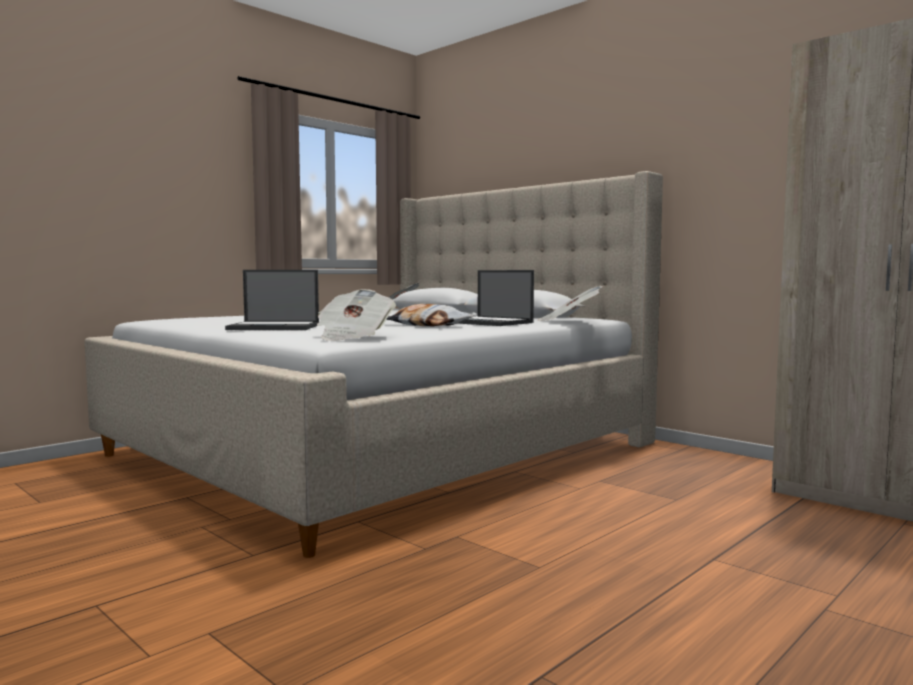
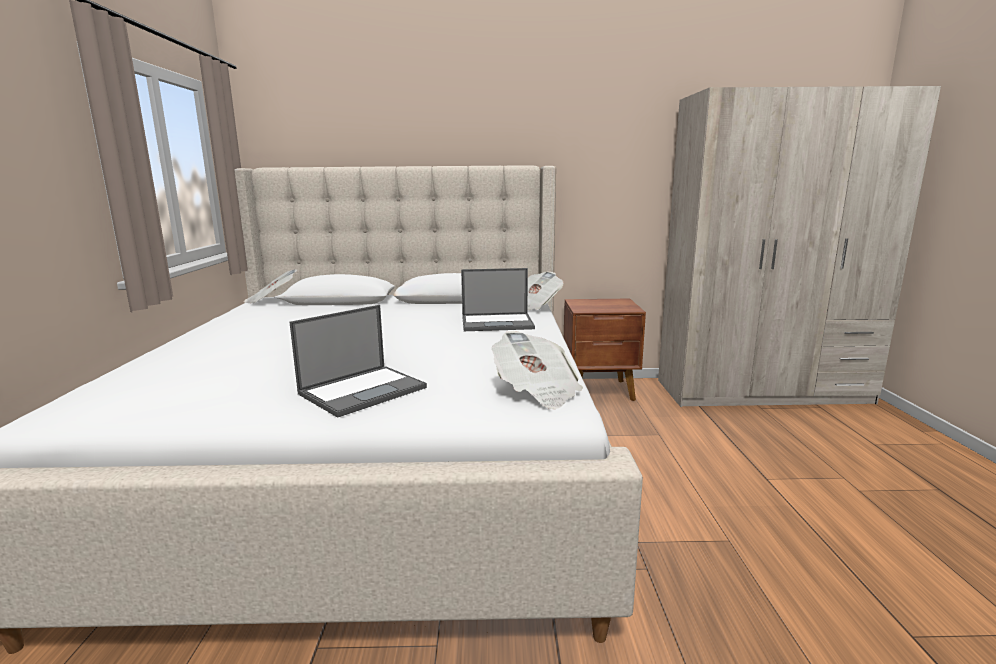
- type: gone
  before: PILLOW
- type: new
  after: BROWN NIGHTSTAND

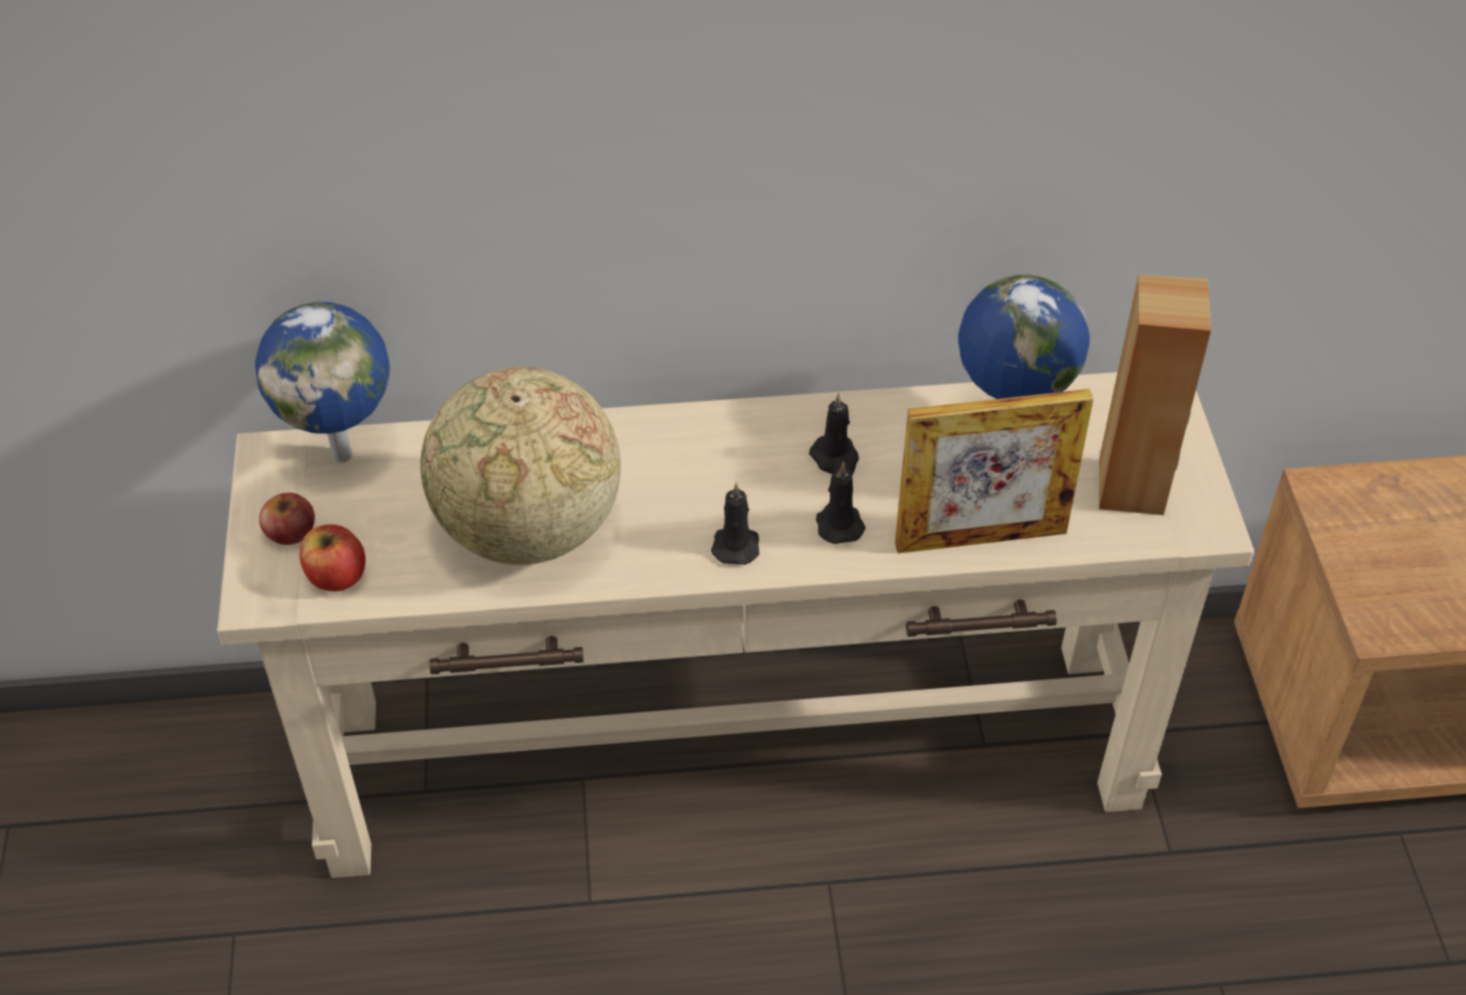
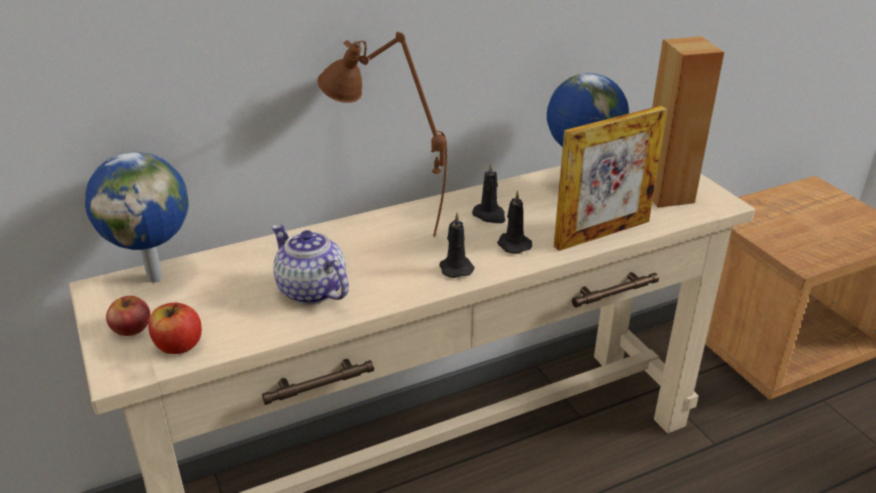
- type: new
  after: BROWN TABLE LAMP
- type: swapped
  before: GLOBE (no. 2 from left)
  after: TEAPOT

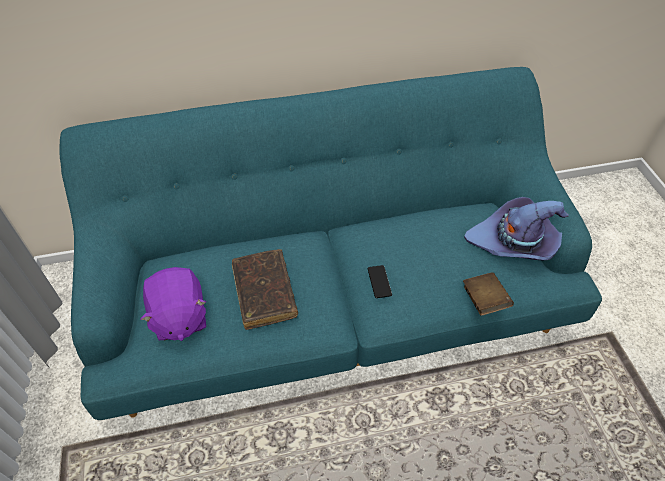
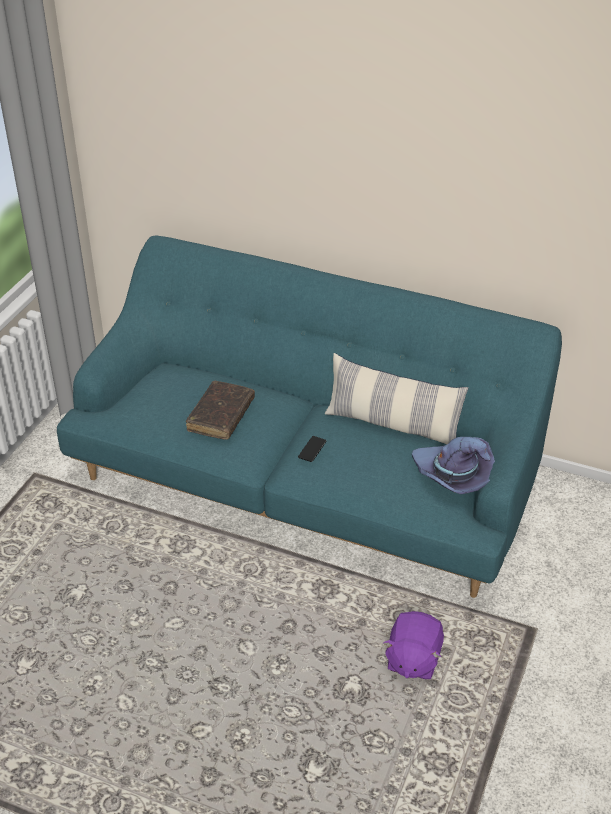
- type: gone
  before: BROWN BOOK (no. 2 from left)
- type: new
  after: PILLOW
- type: shifted
  before: PURPLE PLUSH TOY

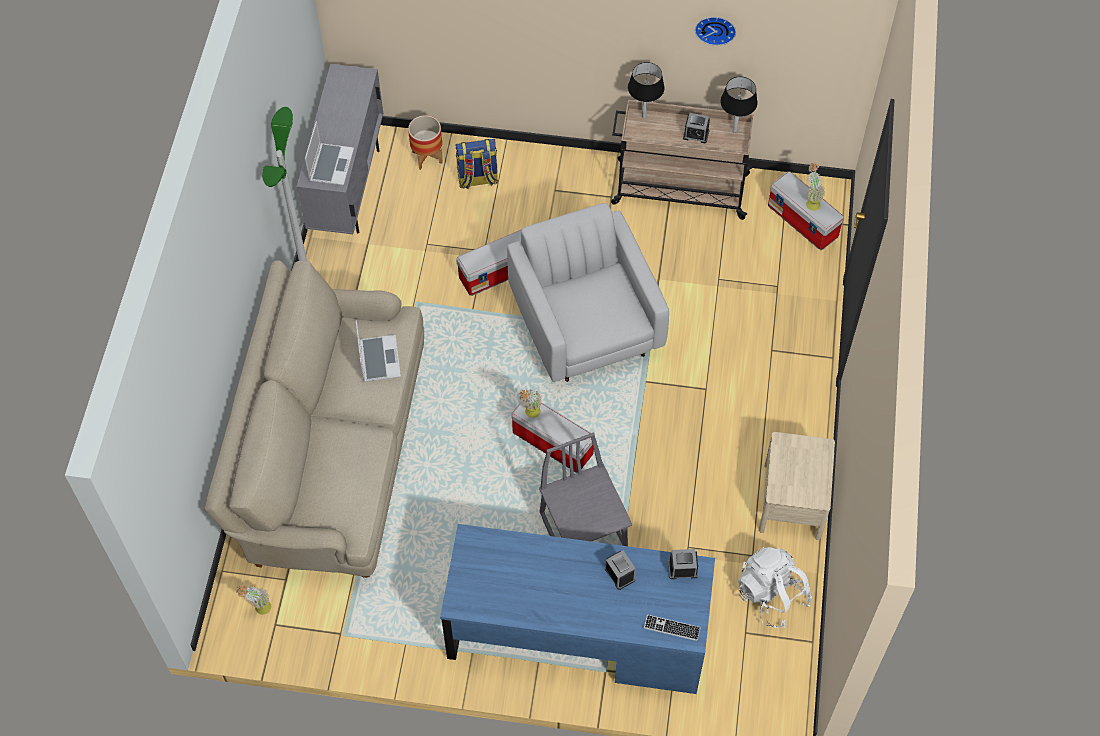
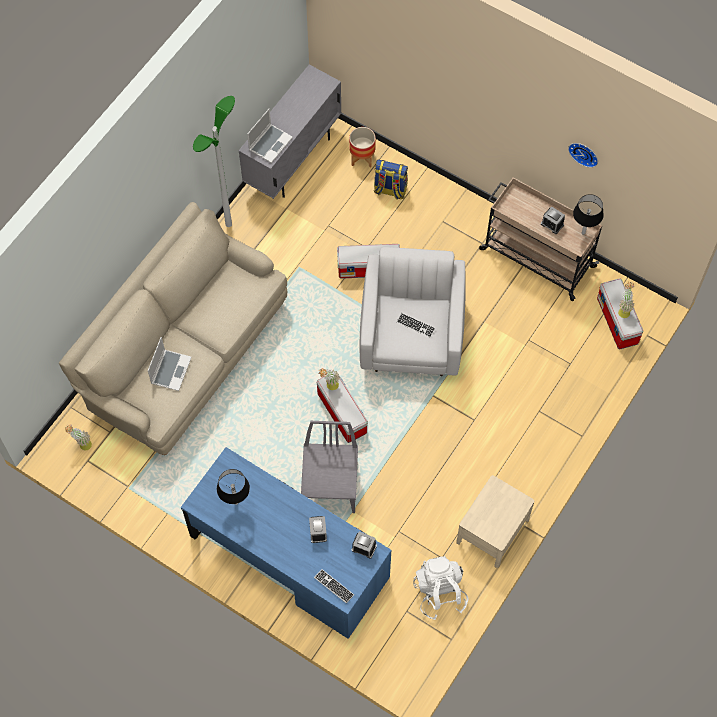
- type: new
  after: KEYBOARD (no. 2 from left)
- type: shifted
  before: LAPTOP (no. 2 from left in the first image)
  after: LAPTOP (no. 1 from left)
- type: shifted
  before: BLACK TABLE LAMP (no. 1 from left)

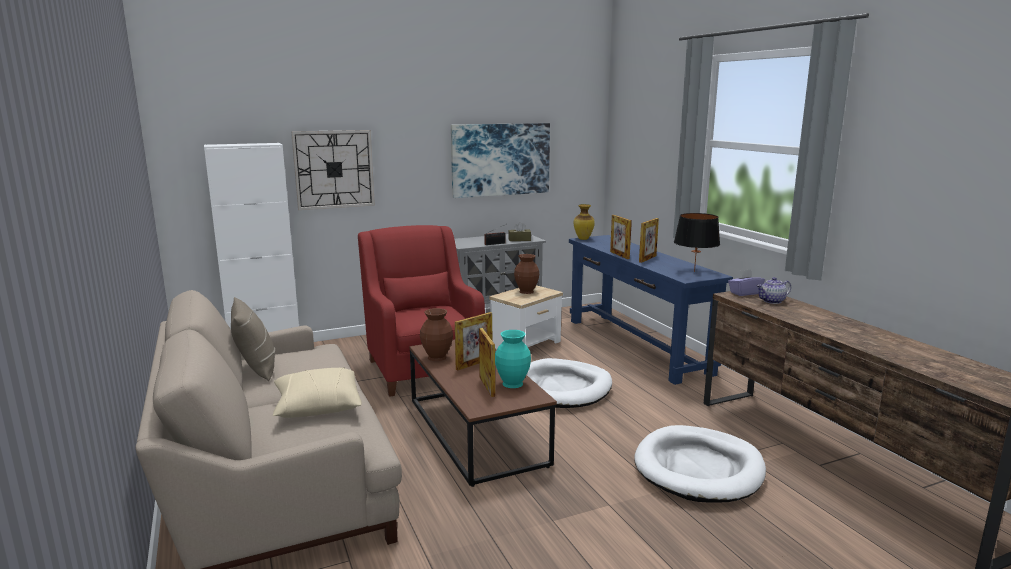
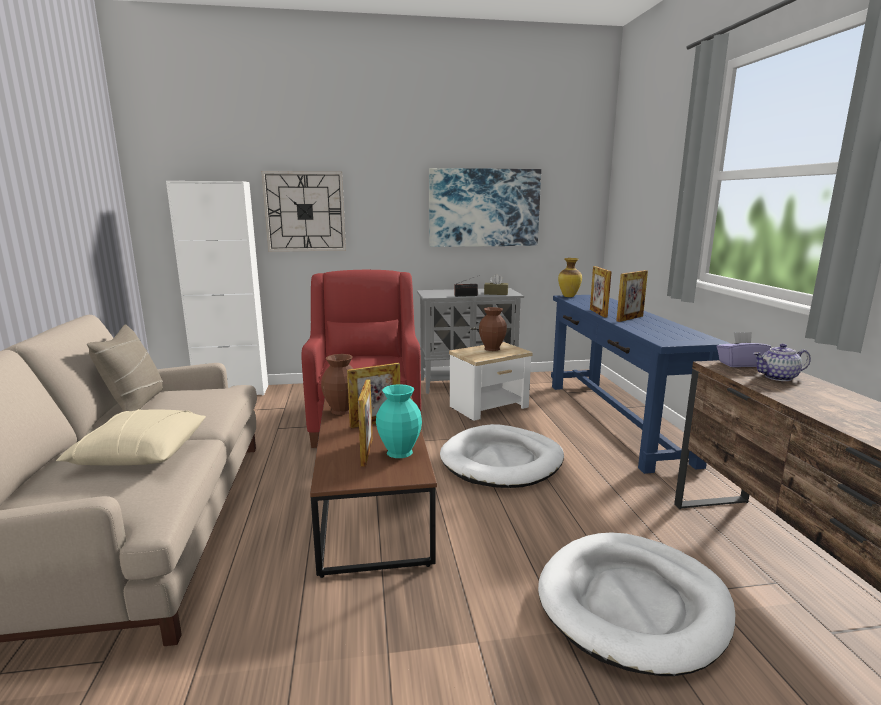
- type: gone
  before: BLACK TABLE LAMP

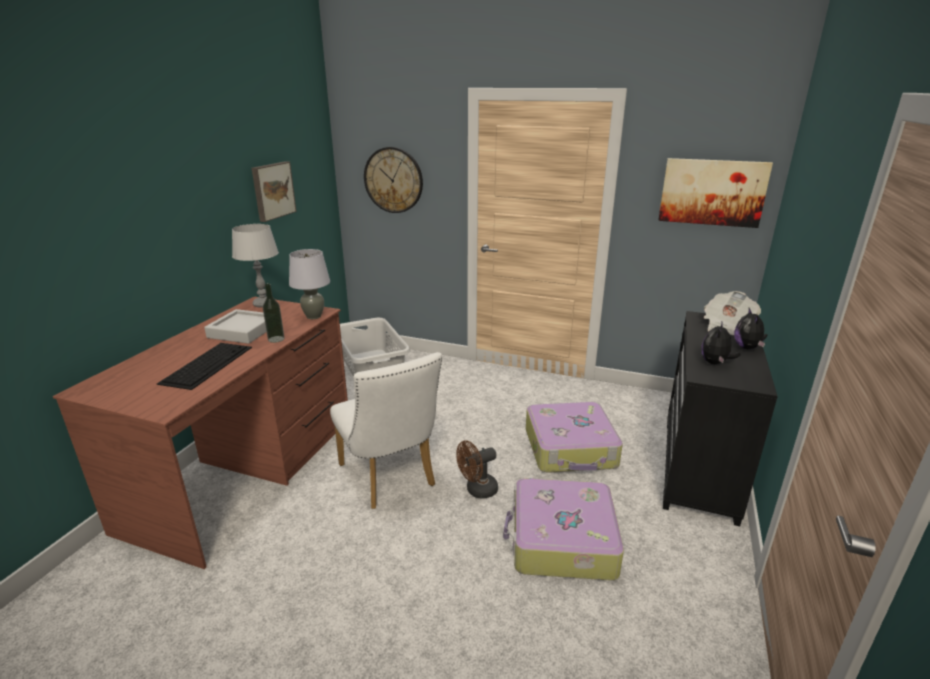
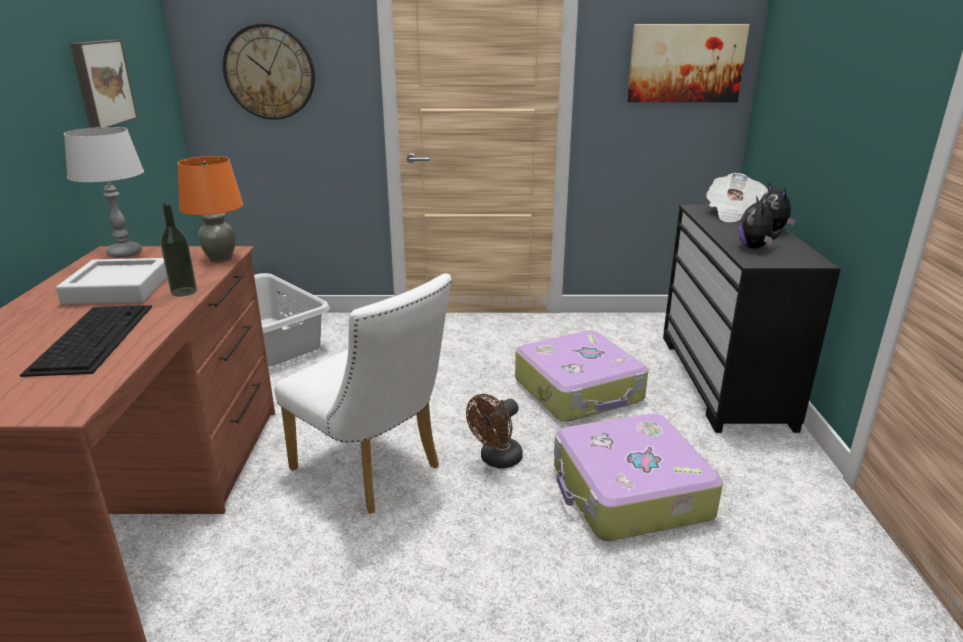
- type: repainted
  before: GREY TABLE LAMP (no. 2 from left)
  after: ORANGE TABLE LAMP

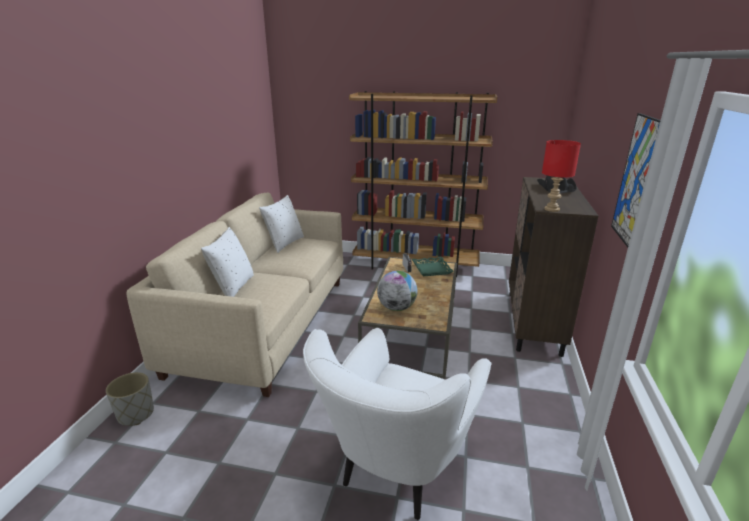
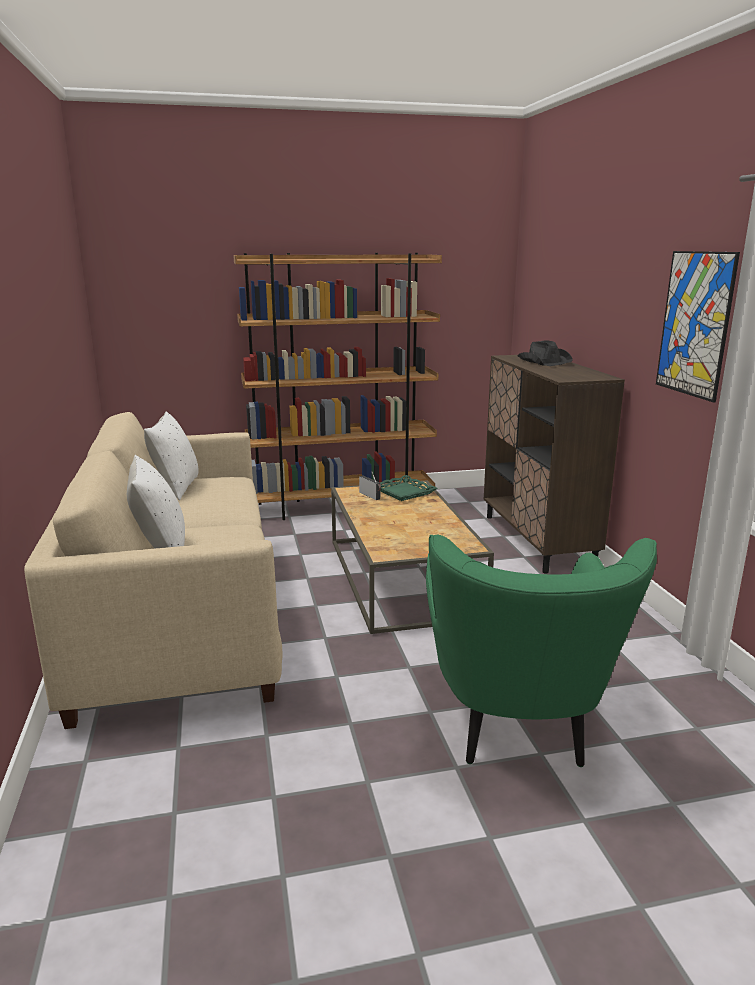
- type: gone
  before: GREY PLANTER
- type: gone
  before: GLOBE
- type: gone
  before: RED TABLE LAMP
- type: repainted
  before: WHITE ARMCHAIR
  after: GREEN ARMCHAIR

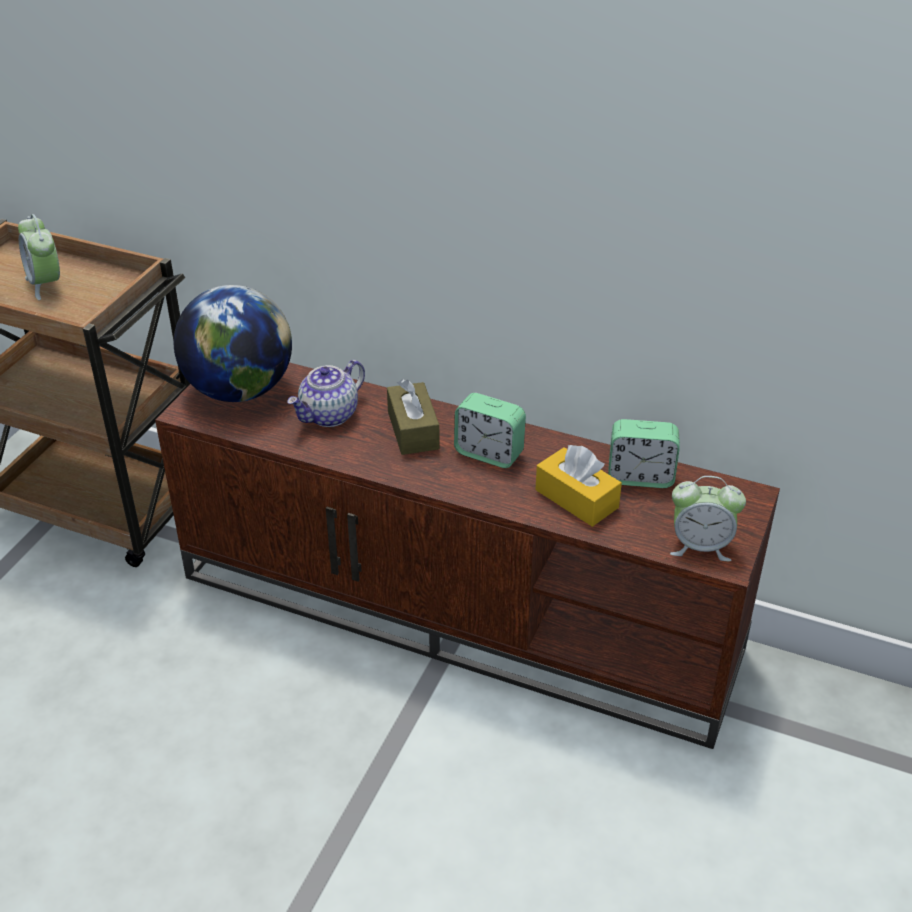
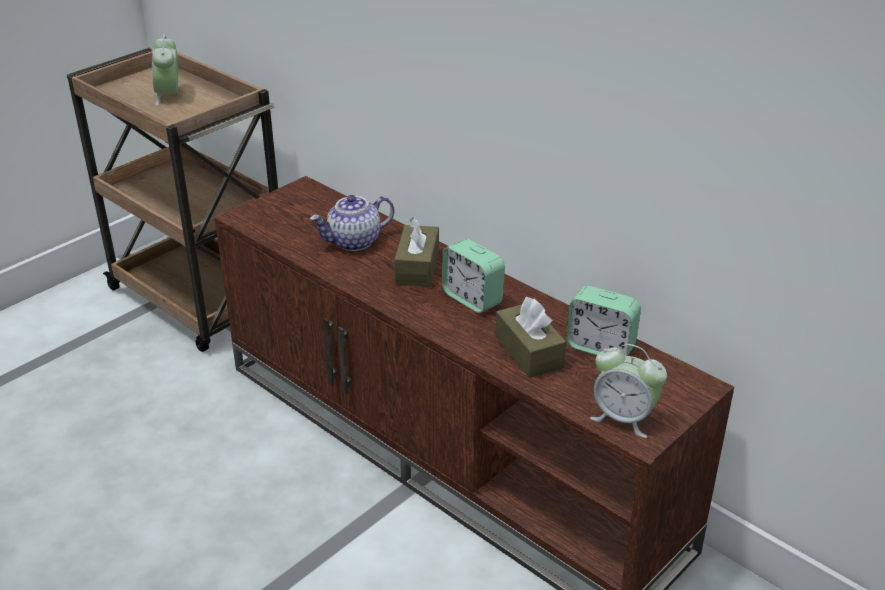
- type: gone
  before: GLOBE
- type: repainted
  before: YELLOW TISSUE BOX
  after: BROWN TISSUE BOX (no. 2 from left)

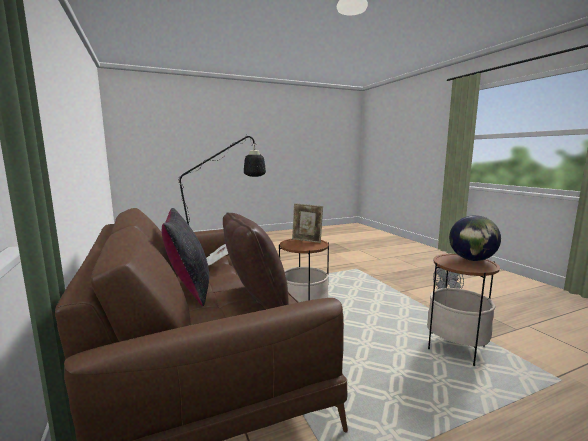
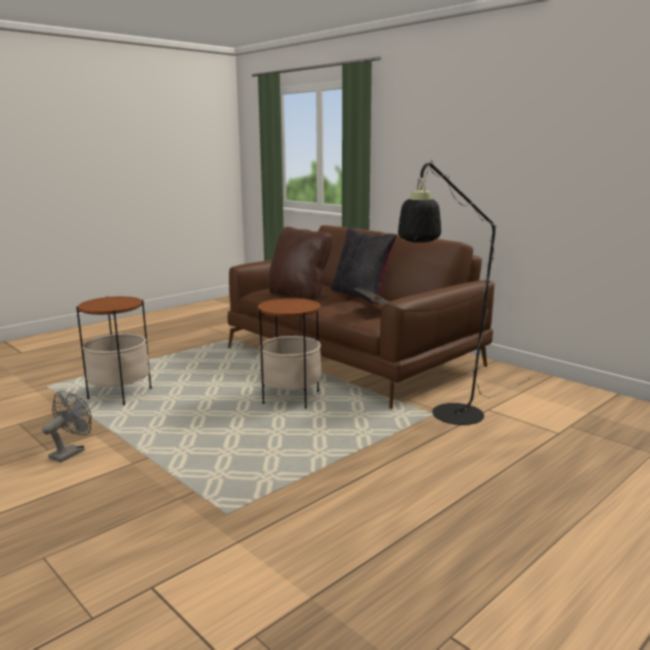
- type: gone
  before: PICTURE FRAME
- type: gone
  before: GLOBE

